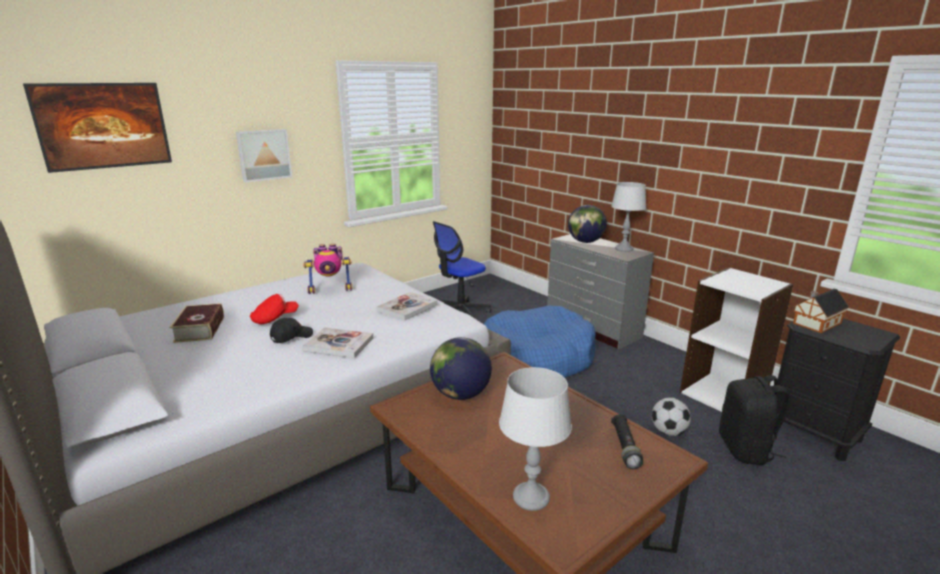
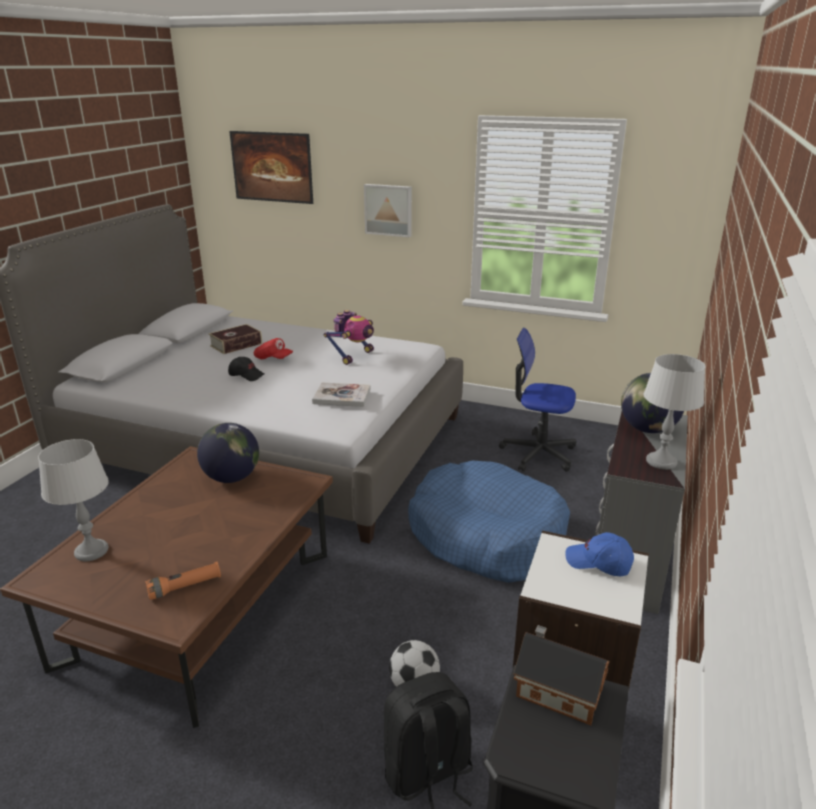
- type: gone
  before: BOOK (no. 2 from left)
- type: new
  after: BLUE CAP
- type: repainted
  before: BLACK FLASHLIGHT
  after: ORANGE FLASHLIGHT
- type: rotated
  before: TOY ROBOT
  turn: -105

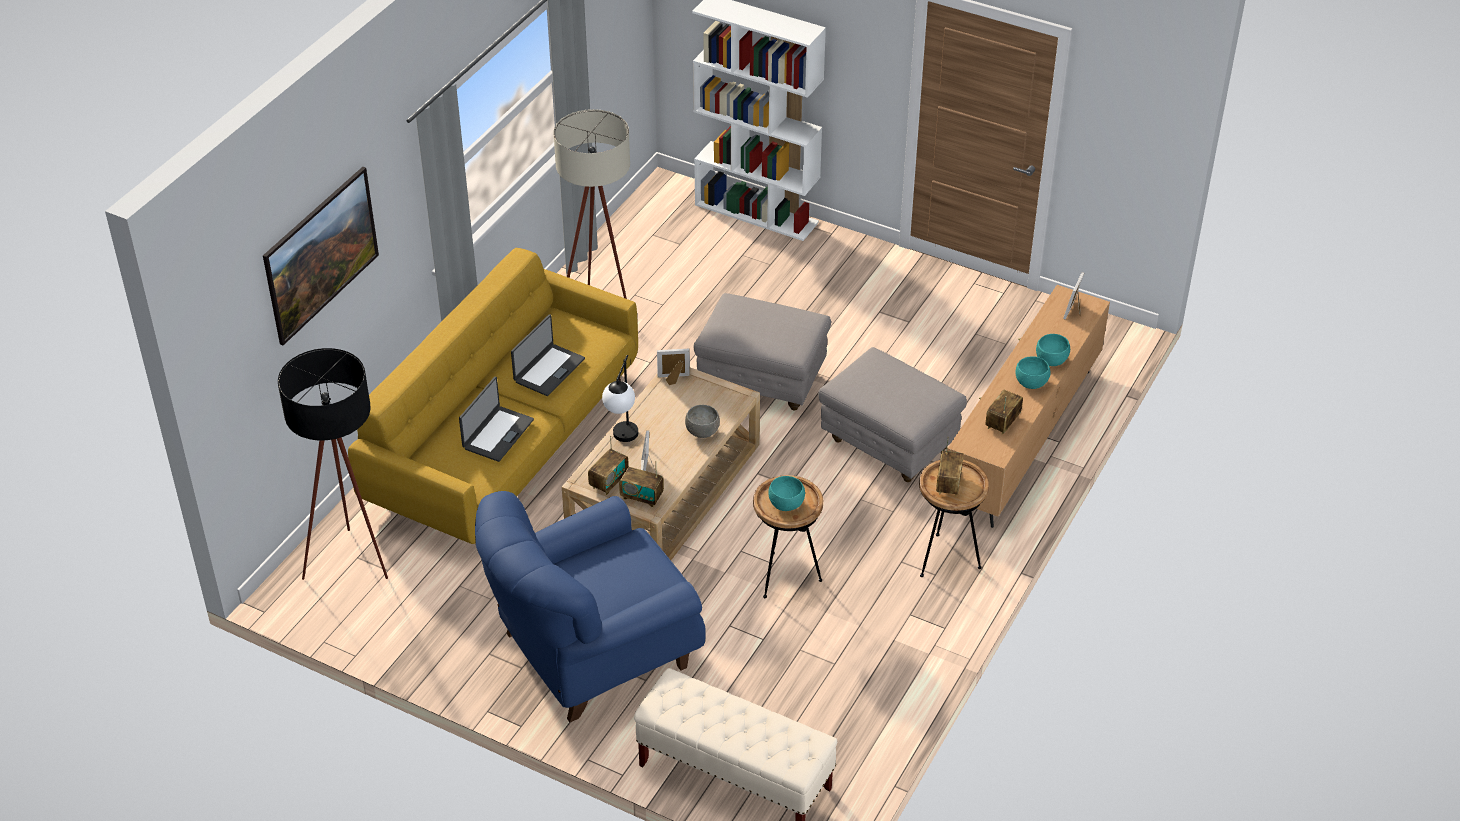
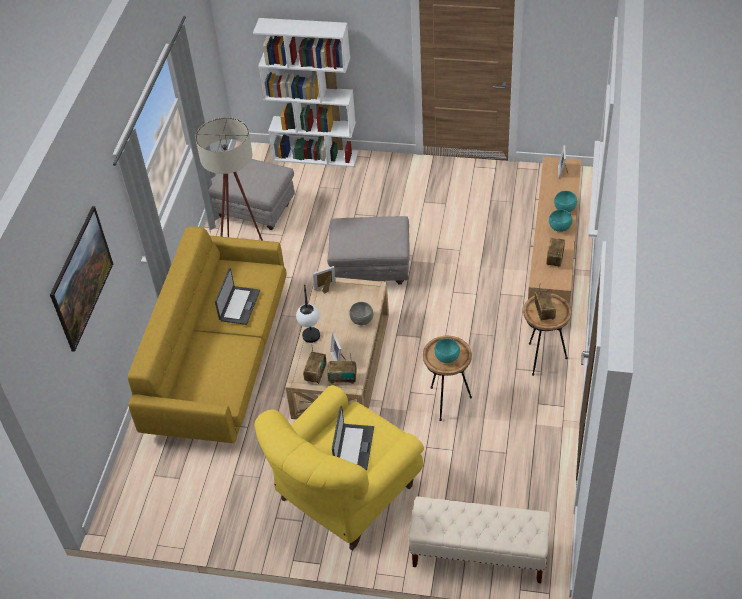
- type: gone
  before: BLACK FLOOR LAMP
- type: shifted
  before: LAPTOP (no. 1 from left in the first image)
  after: LAPTOP (no. 2 from left)
- type: shifted
  before: GREY OTTOMAN (no. 2 from left in the first image)
  after: GREY OTTOMAN (no. 1 from left)
- type: repainted
  before: BLUE ARMCHAIR
  after: YELLOW ARMCHAIR

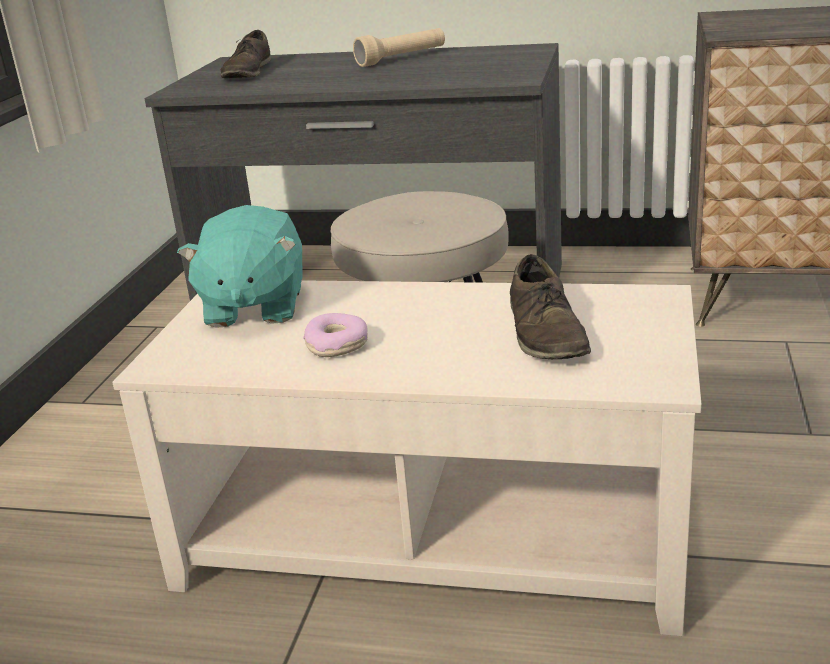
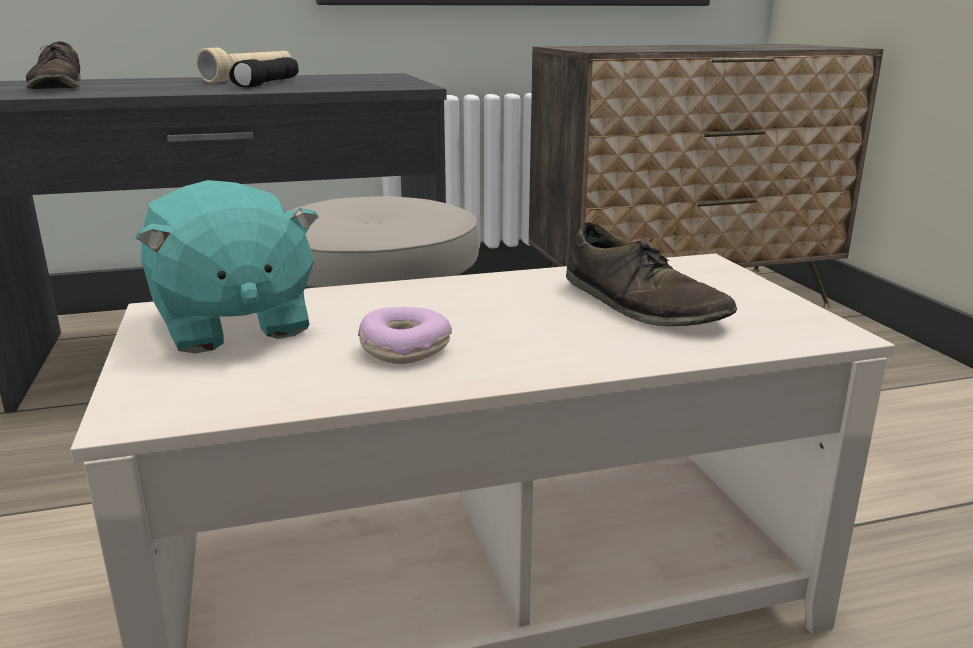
- type: new
  after: BLACK FLASHLIGHT

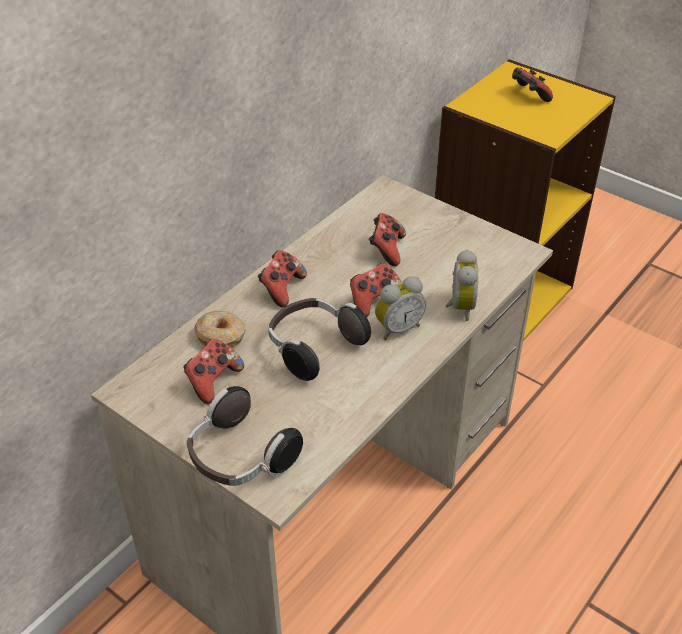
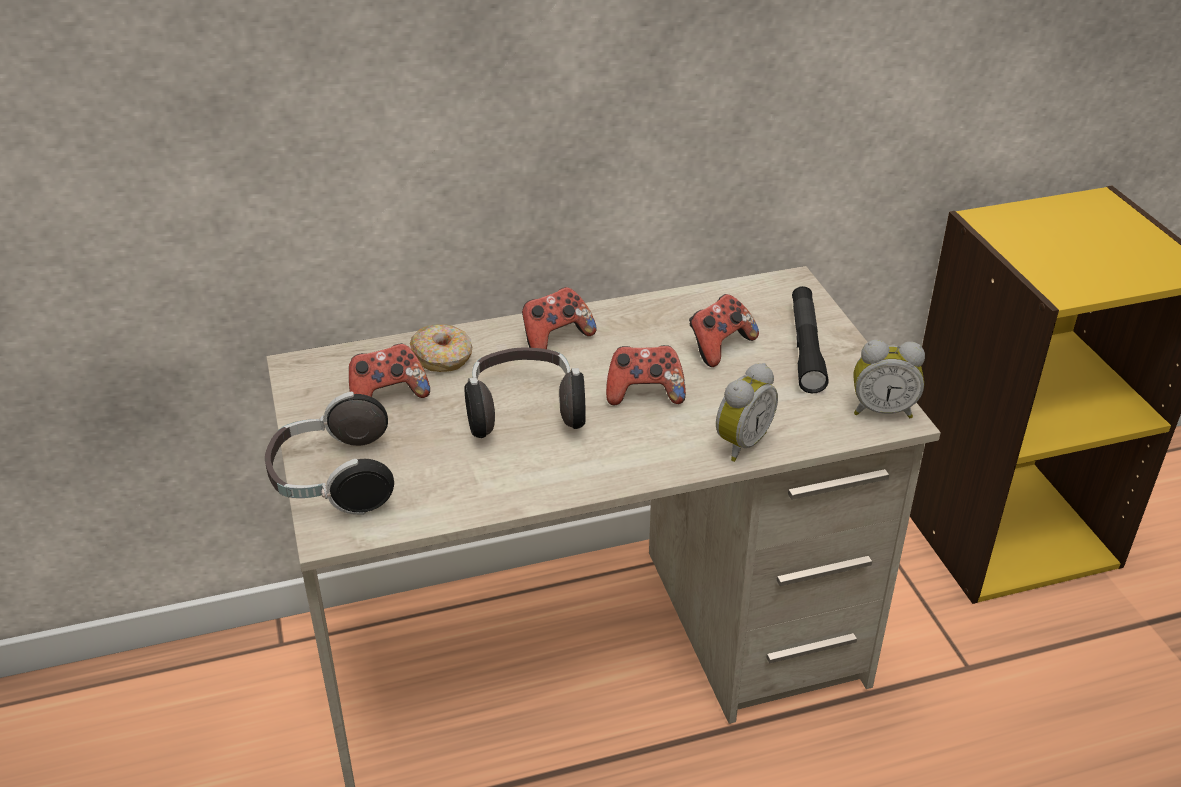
- type: gone
  before: GAME CONTROLLER (no. 5 from left)
- type: new
  after: BLACK FLASHLIGHT
- type: shifted
  before: ALARM CLOCK (no. 1 from left in the first image)
  after: ALARM CLOCK (no. 2 from left)

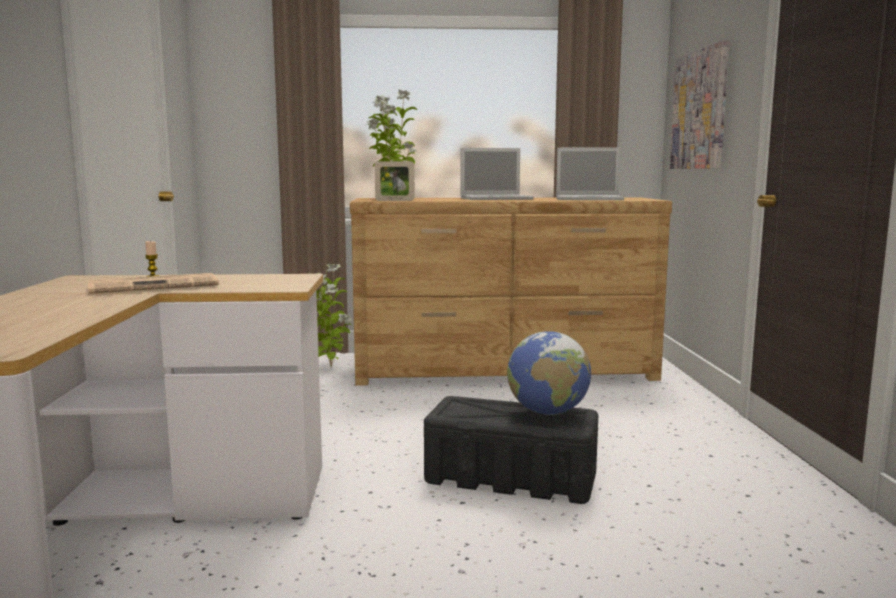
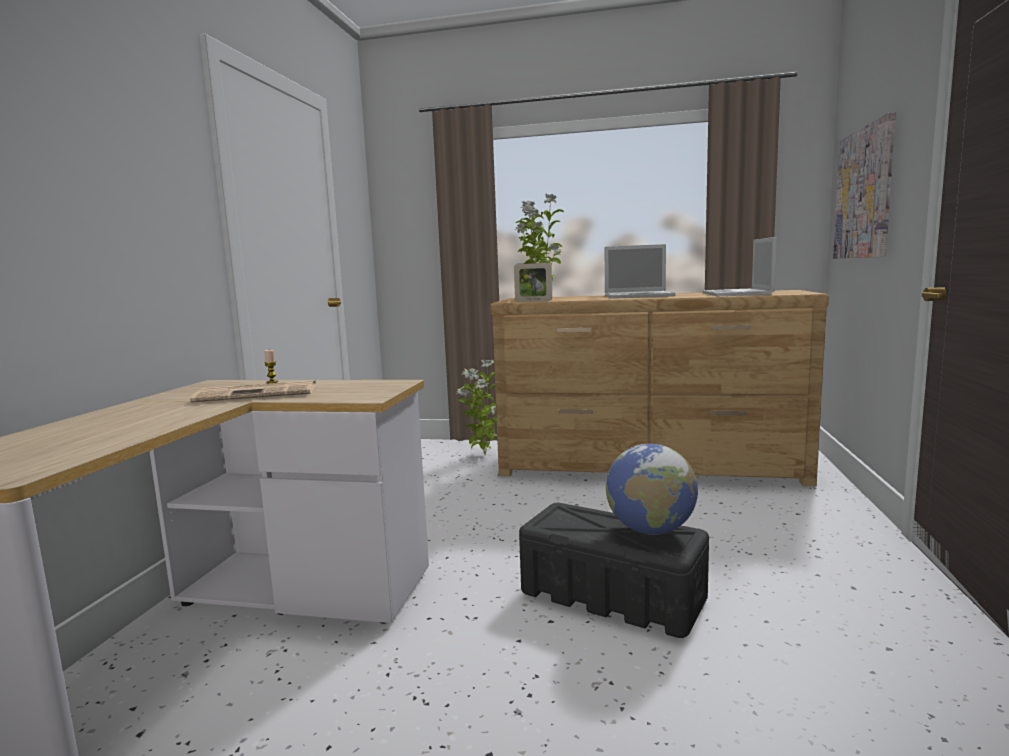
- type: rotated
  before: LAPTOP (no. 2 from left)
  turn: 75

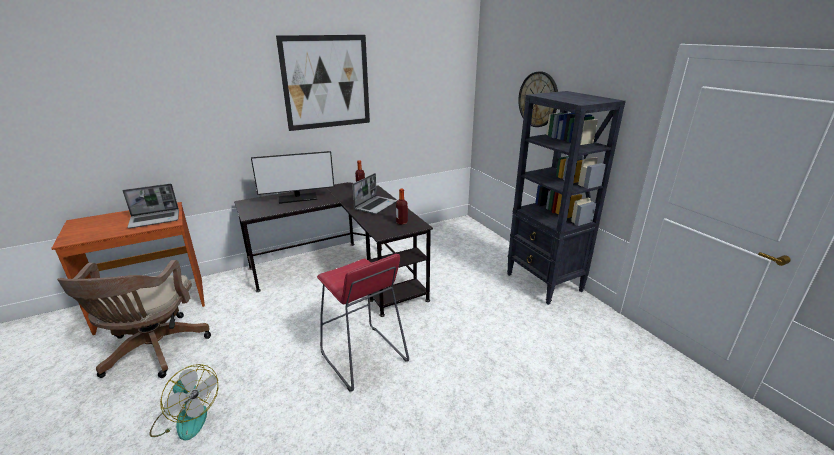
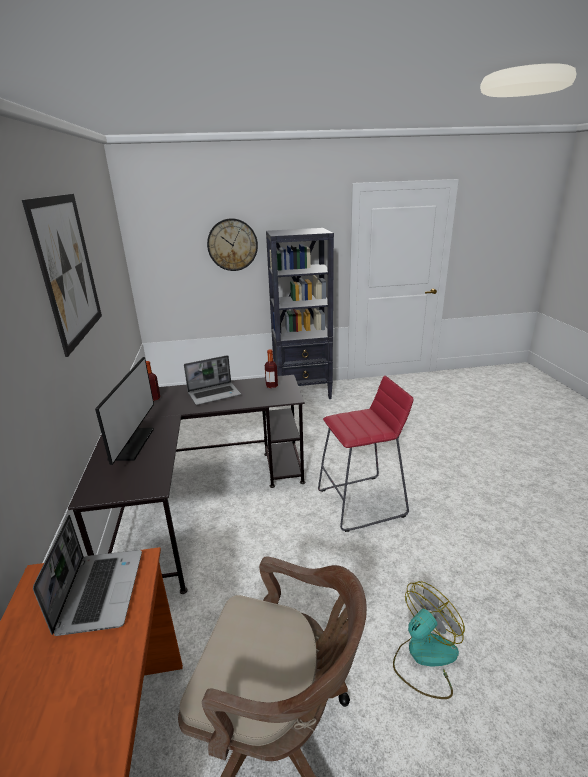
- type: rotated
  before: LAPTOP (no. 2 from left)
  turn: 105

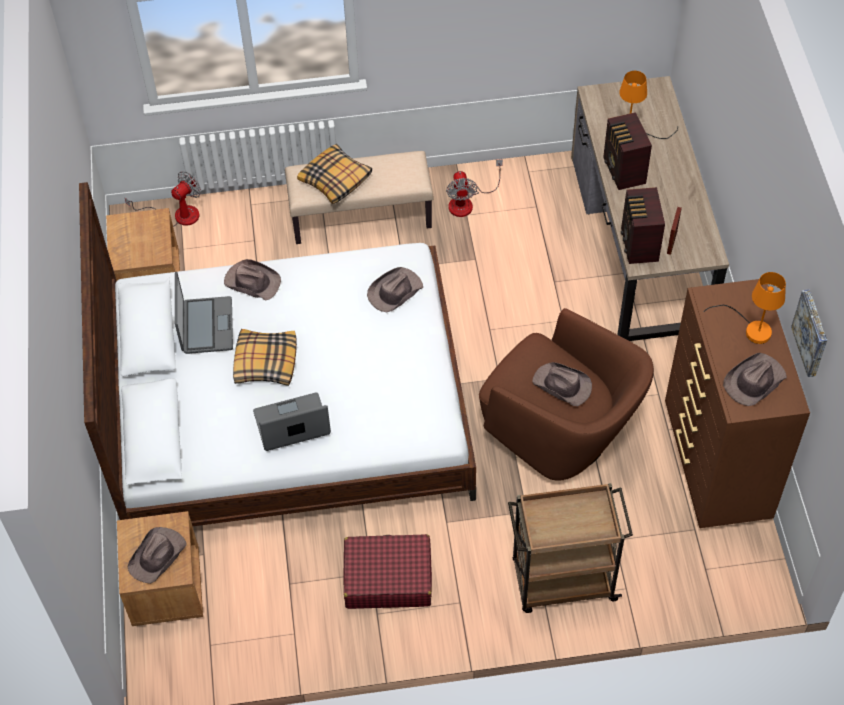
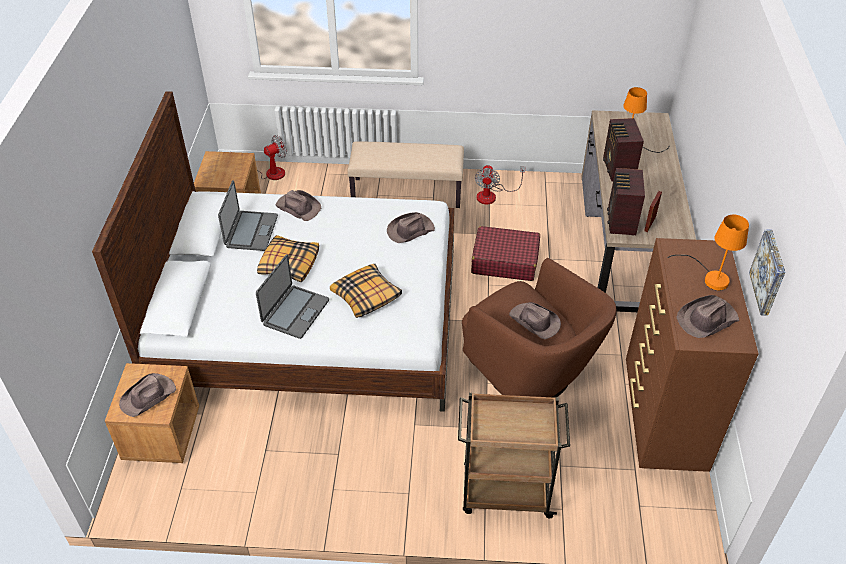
- type: shifted
  before: PILLOW (no. 2 from left)
- type: shifted
  before: RED SUITCASE
- type: rotated
  before: LAPTOP (no. 2 from left)
  turn: 120

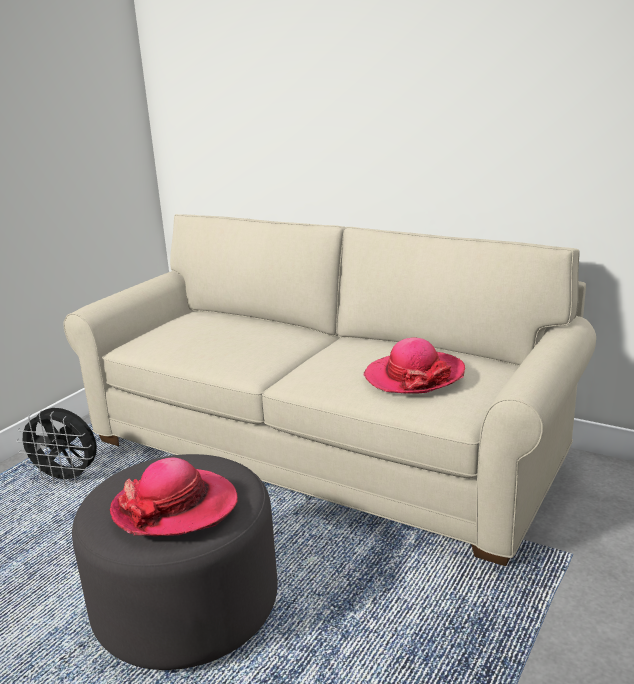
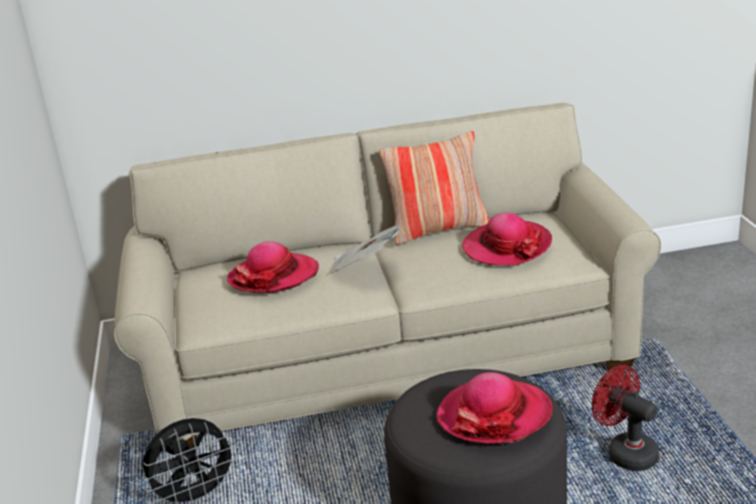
- type: new
  after: HAT (no. 1 from left)
- type: new
  after: NEWSPAPER
- type: new
  after: PILLOW
- type: new
  after: RED FAN

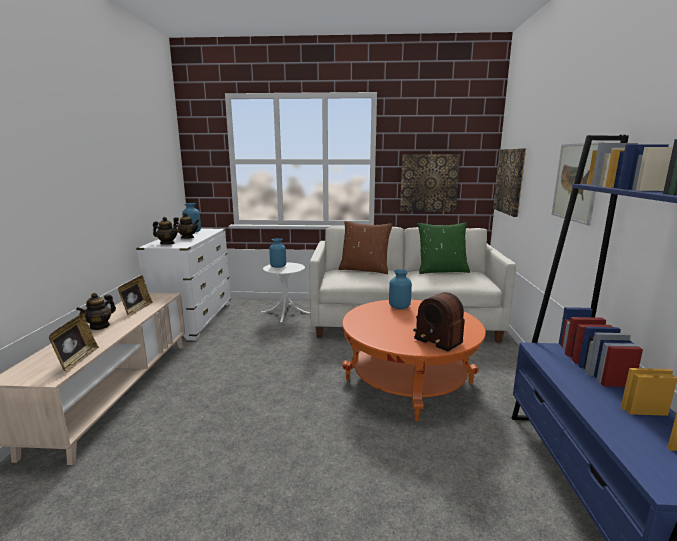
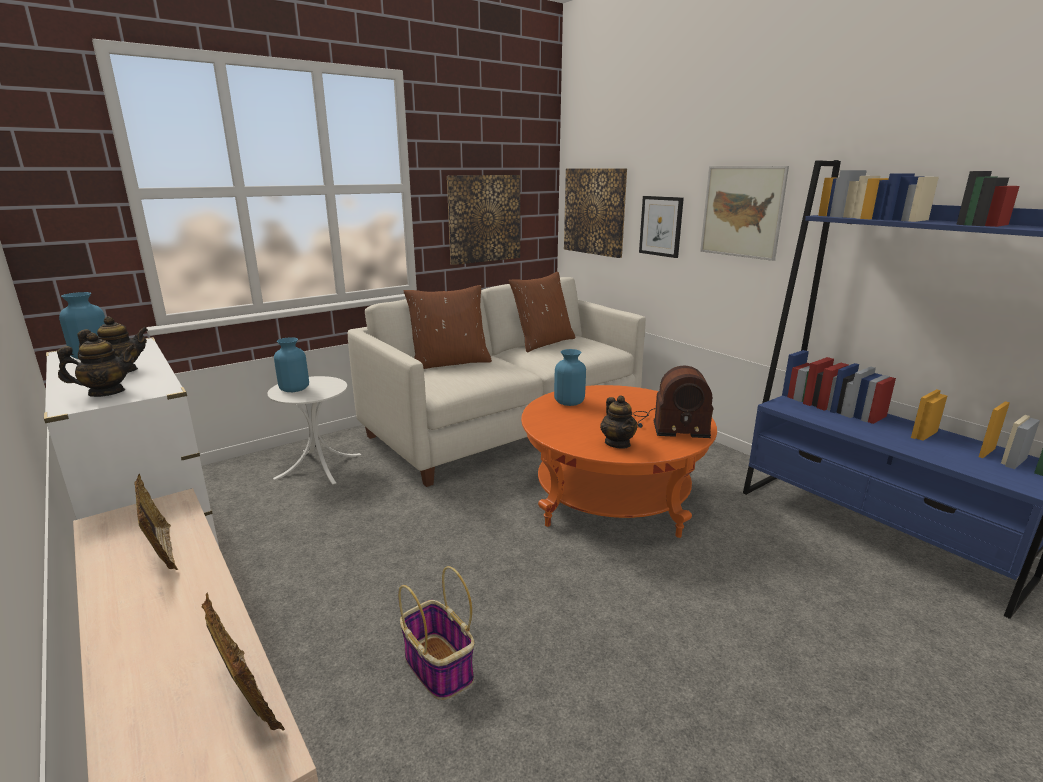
- type: new
  after: BASKET
- type: new
  after: PICTURE (no. 3 from left)
- type: shifted
  before: TEAPOT (no. 1 from left in the first image)
  after: TEAPOT (no. 3 from left)
- type: repainted
  before: GREEN PILLOW
  after: BROWN PILLOW (no. 2 from left)

